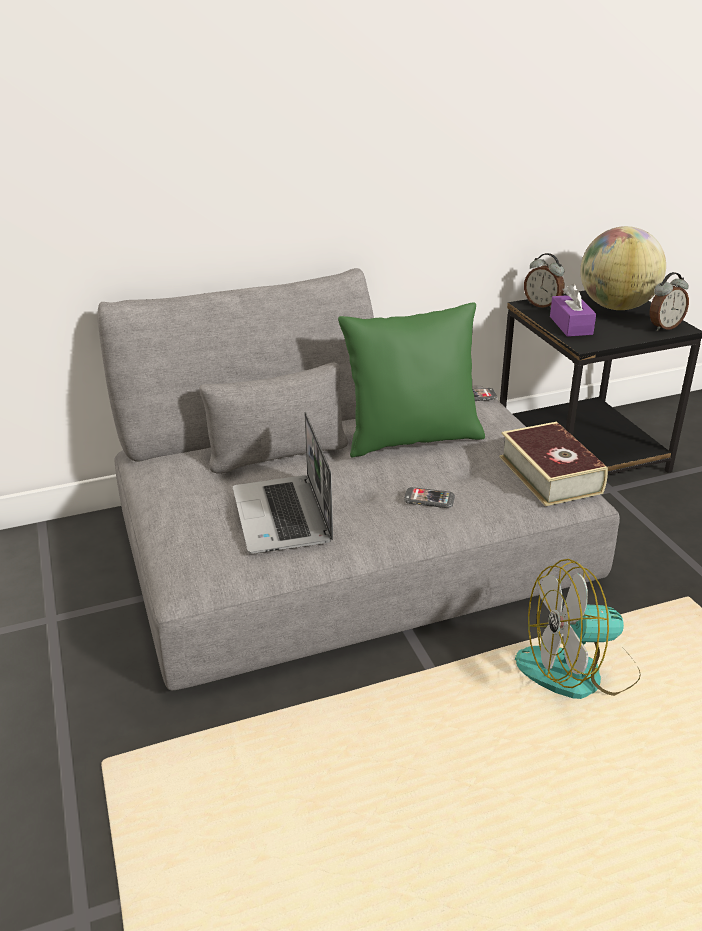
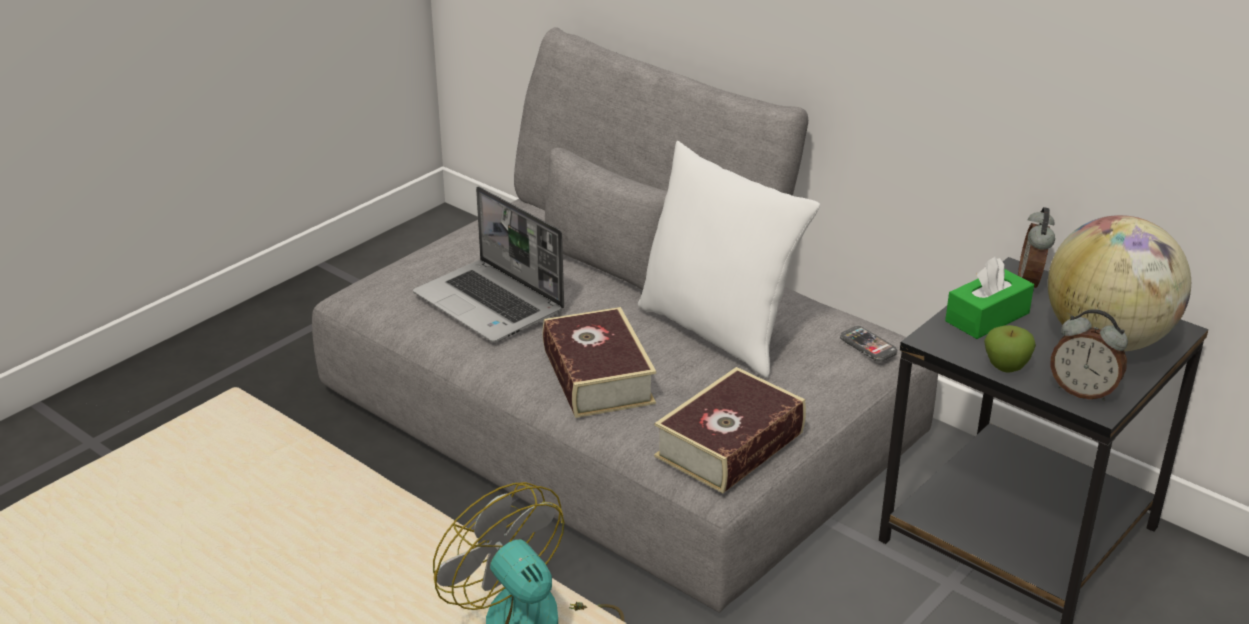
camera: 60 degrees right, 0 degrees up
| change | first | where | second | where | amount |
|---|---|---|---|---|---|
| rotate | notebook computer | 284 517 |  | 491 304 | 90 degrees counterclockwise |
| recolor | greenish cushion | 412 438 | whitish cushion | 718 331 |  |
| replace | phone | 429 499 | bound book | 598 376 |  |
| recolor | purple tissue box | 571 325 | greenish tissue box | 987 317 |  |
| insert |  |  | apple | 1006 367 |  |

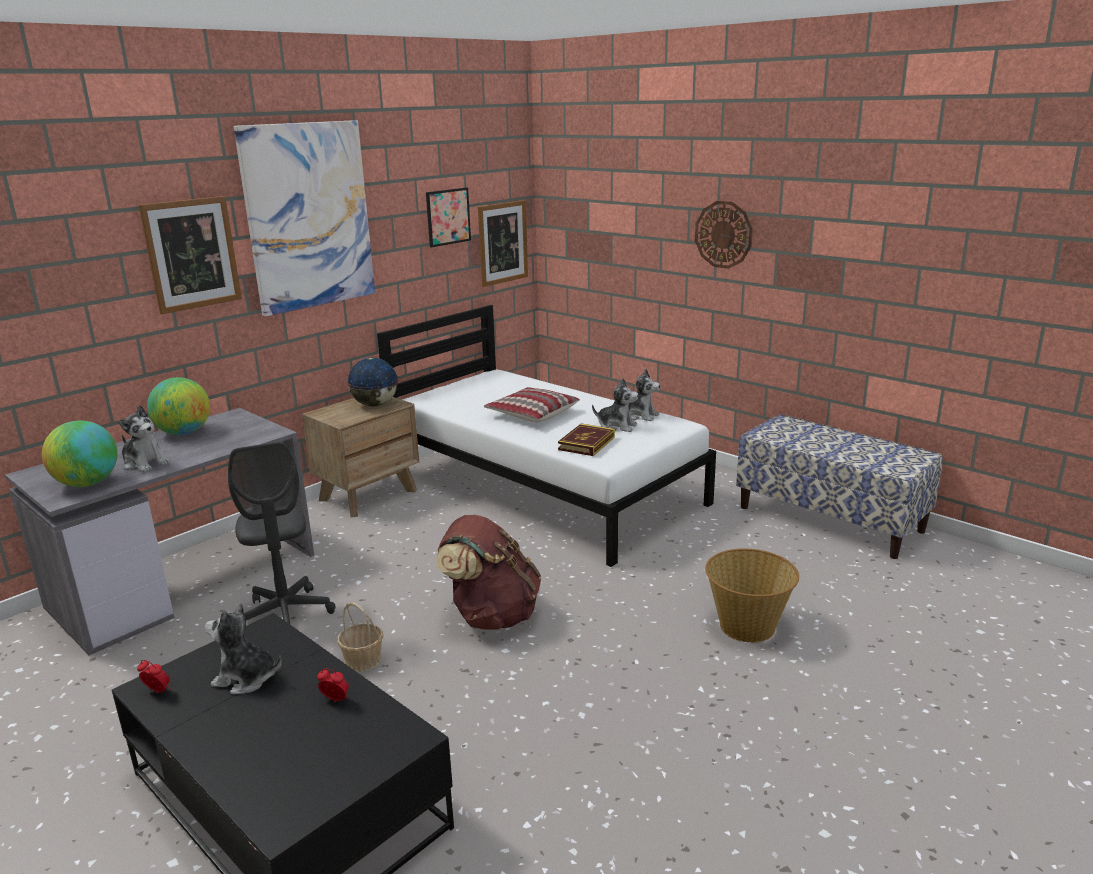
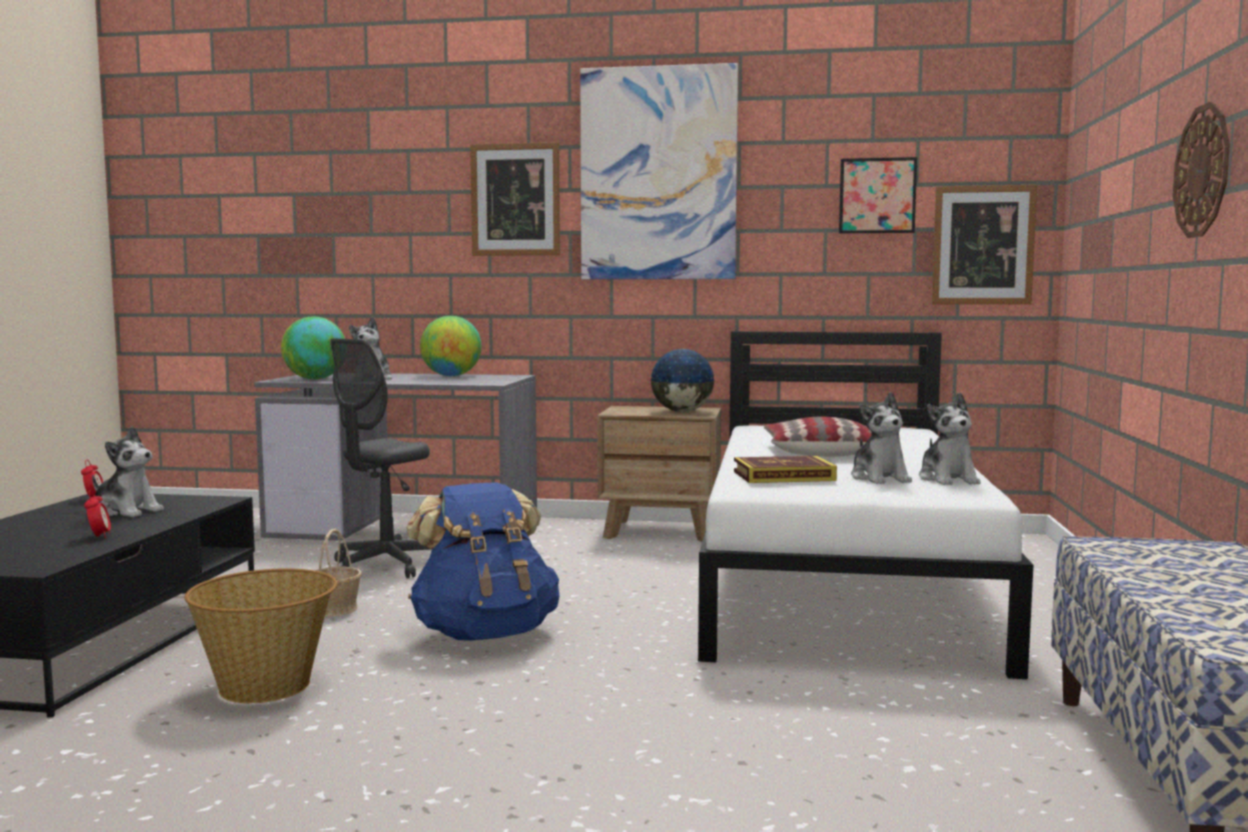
camera: 55 degrees right, 15 degrees down
| change | first | where | second | where | amount |
|---|---|---|---|---|---|
| rotate | plush toy | 246 678 |  | 127 511 | 135 degrees clockwise |
| recolor | brownish rucksack | 491 616 | blue-coloured rucksack | 485 634 |  |
| move | household basket | 747 626 |  | 267 686 |  |

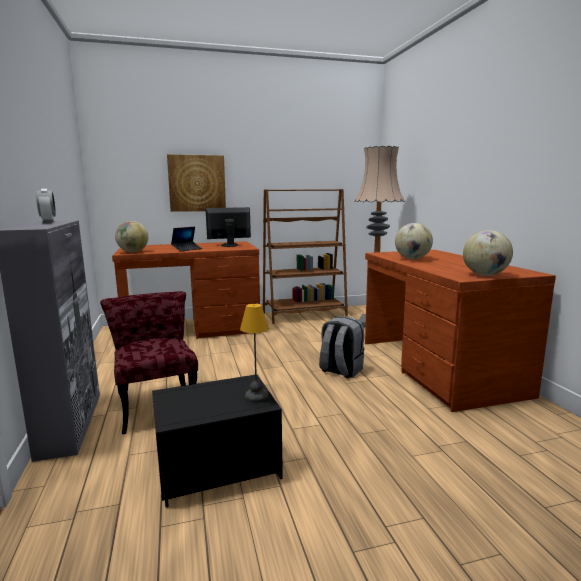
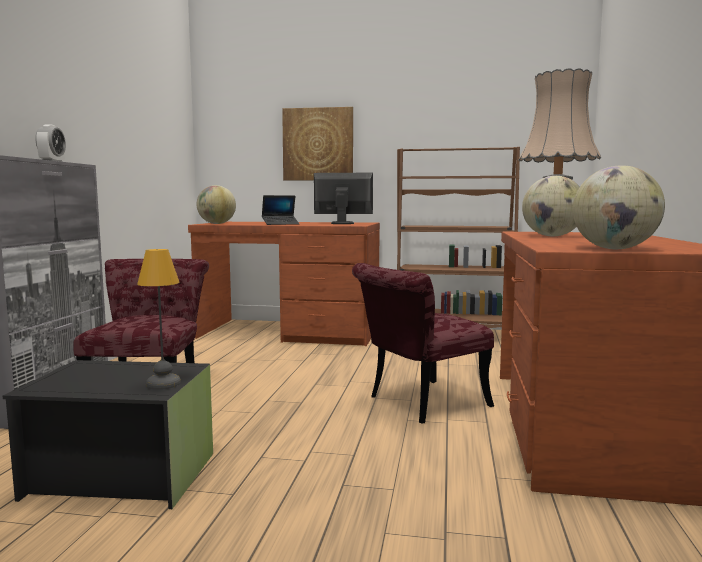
camera: 25 degrees right, 5 degrees down
| change | first | where | second | where | amount |
|---|---|---|---|---|---|
| replace | grey rucksack | 340 370 | red plain chair | 419 404 |  |

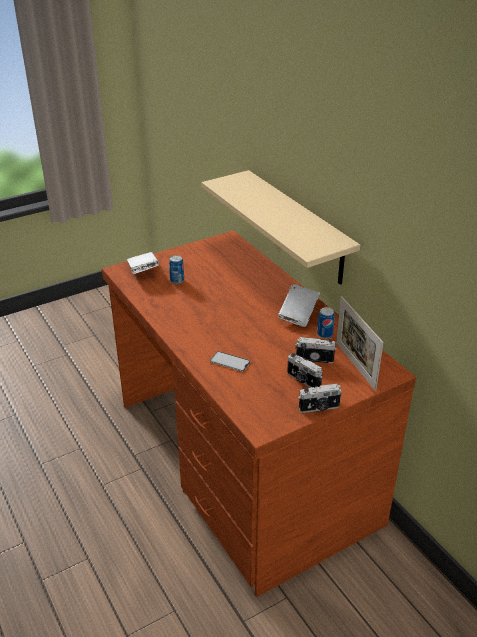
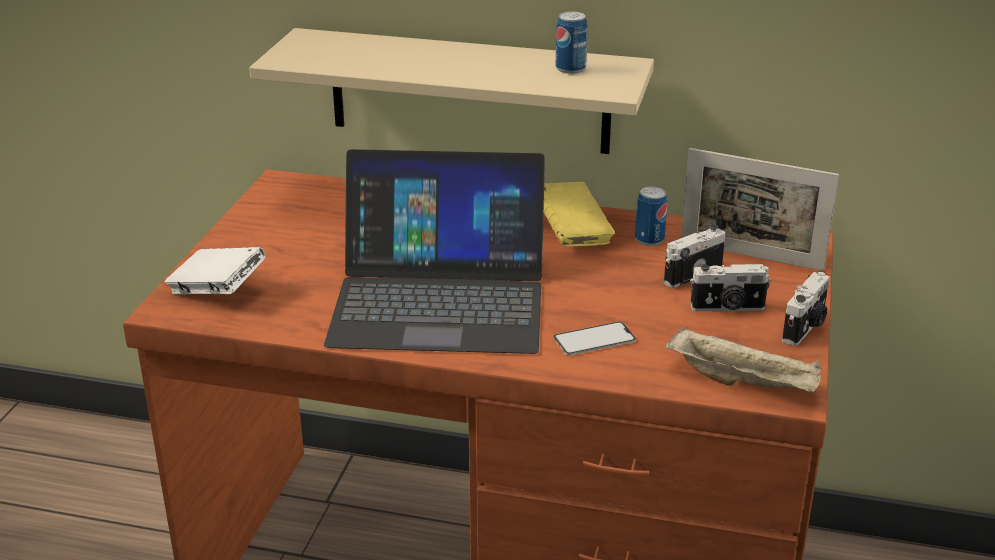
camera: 45 degrees left, 5 degrees down
| change | first | where | second | where | amount |
|---|---|---|---|---|---|
| move | can | 177 280 |  | 570 69 |  |
| recolor | whitish bound book | 298 314 | yellow-coloured bound book | 572 233 |  |
| insert |  |  | notebook computer | 440 298 |  |
| insert |  |  | beige-coloured carrying tray | 744 382 |  |

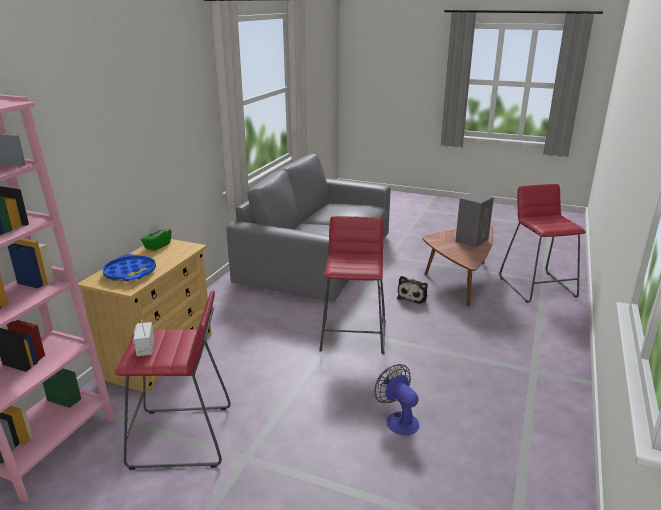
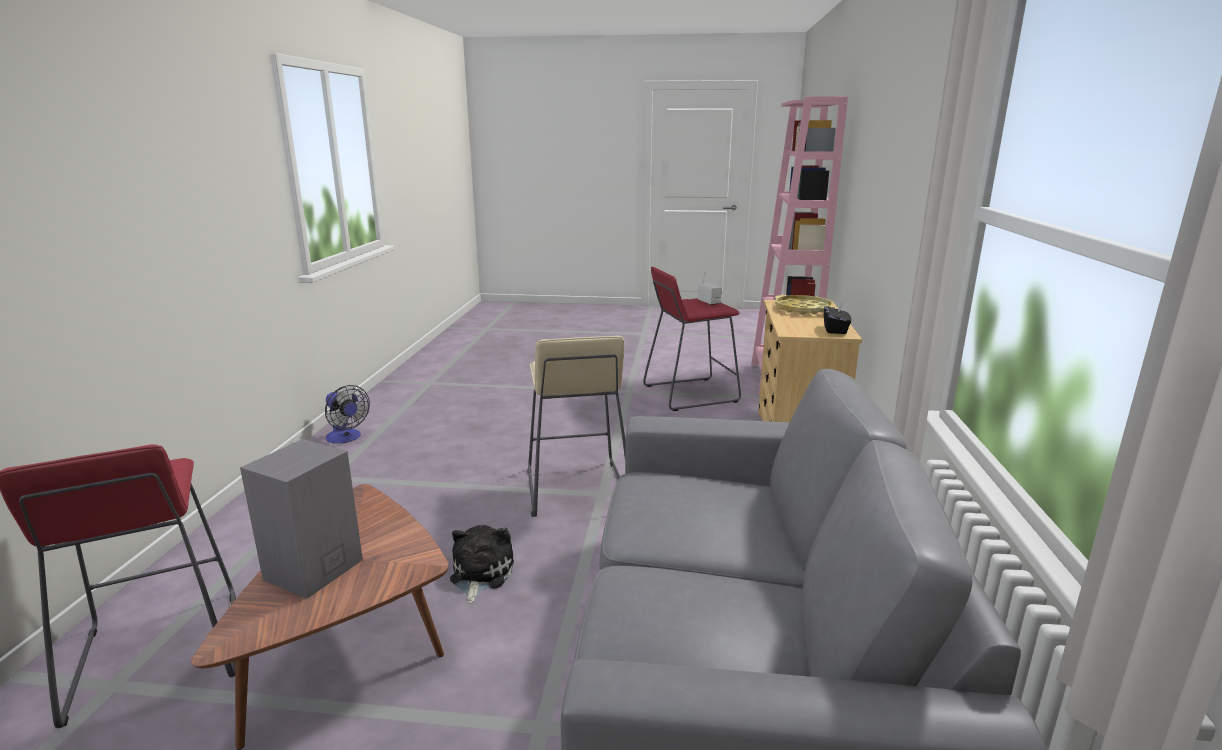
camera: 165 degrees right, 5 degrees down
| change | first | where | second | where | amount |
|---|---|---|---|---|---|
| recolor | blue-coloured carrying tray | 130 272 | yellow-coloured carrying tray | 803 309 |  |
| recolor | greenish tissue box | 157 246 | black-coloured tissue box | 835 330 |  |
| recolor | red stool | 353 334 | beige-coloured stool | 576 489 |  |
| move | fan | 398 419 |  | 346 438 |  |

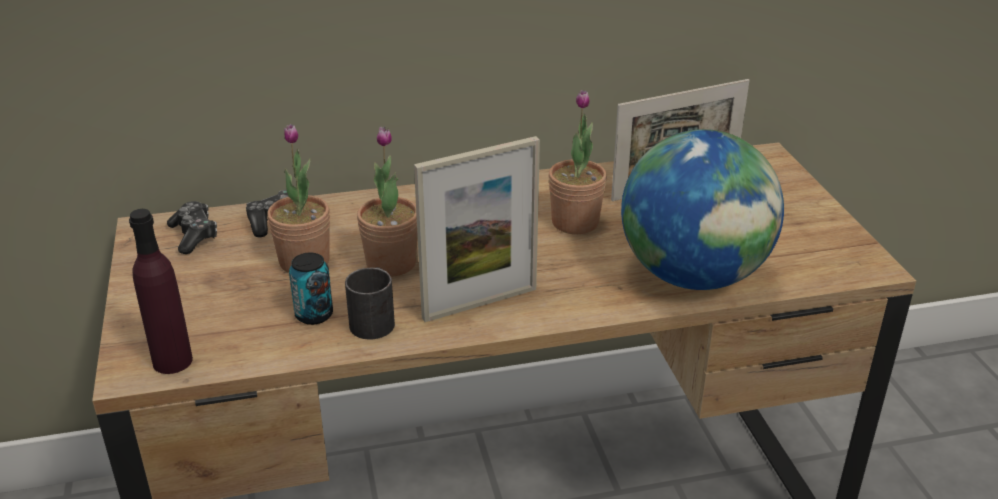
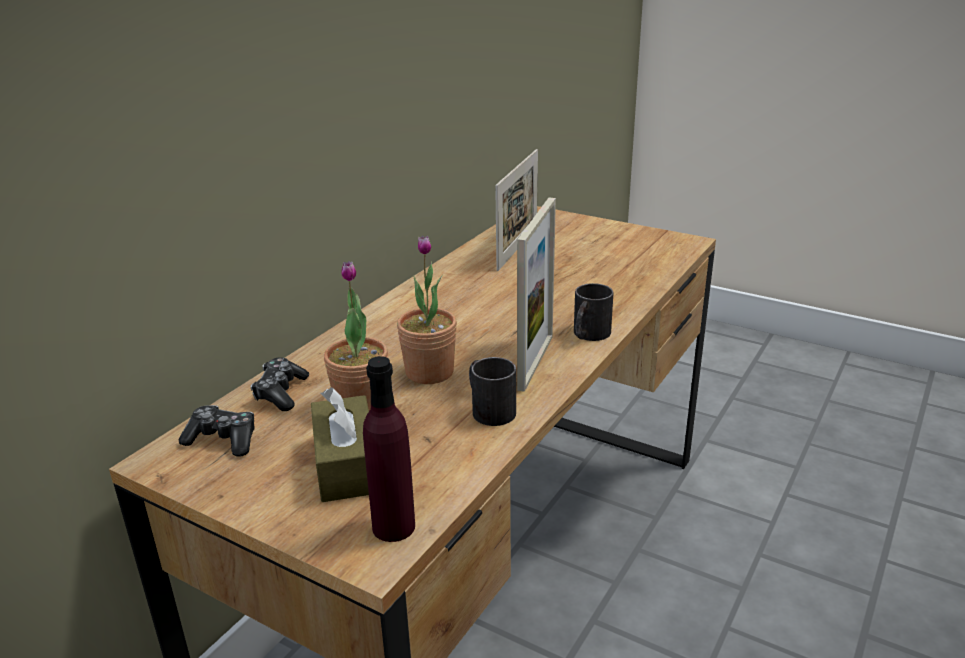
camera: 45 degrees left, 5 degrees down
| change | first | where | second | where | amount |
|---|---|---|---|---|---|
| delete | can | 314 315 |  |  |  |
| delete | houseplant | 575 222 |  |  |  |
| delete | world globe | 693 276 |  |  |  |
| insert |  |  | brownish tissue box | 346 465 |  |
| insert |  |  | black-coloured tea mug | 588 335 |  |

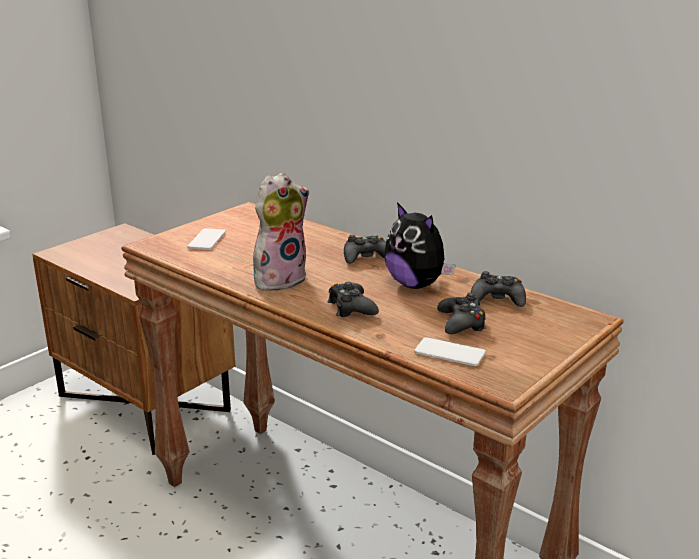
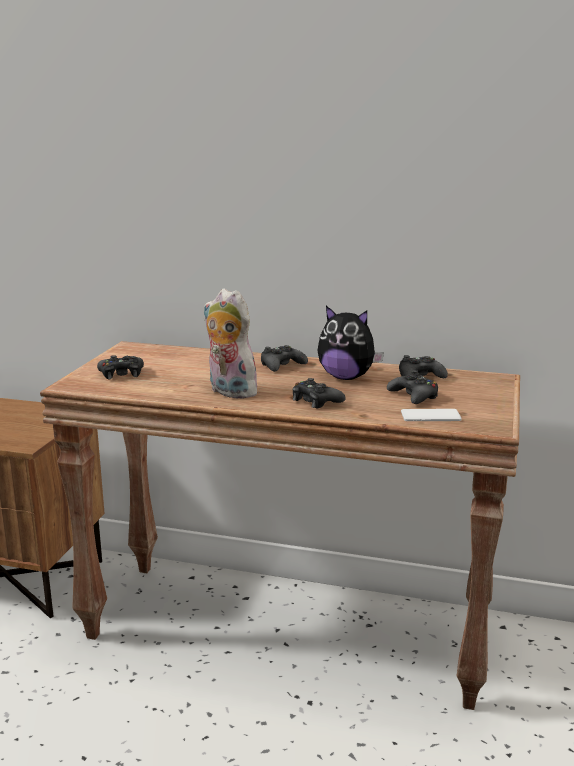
camera: 25 degrees left, 5 degrees down
| change | first | where | second | where | amount |
|---|---|---|---|---|---|
| replace | phone | 207 240 | black-coloured game controller | 121 374 |  |
| rotate | plush toy | 280 279 |  | 229 392 | 75 degrees counterclockwise |

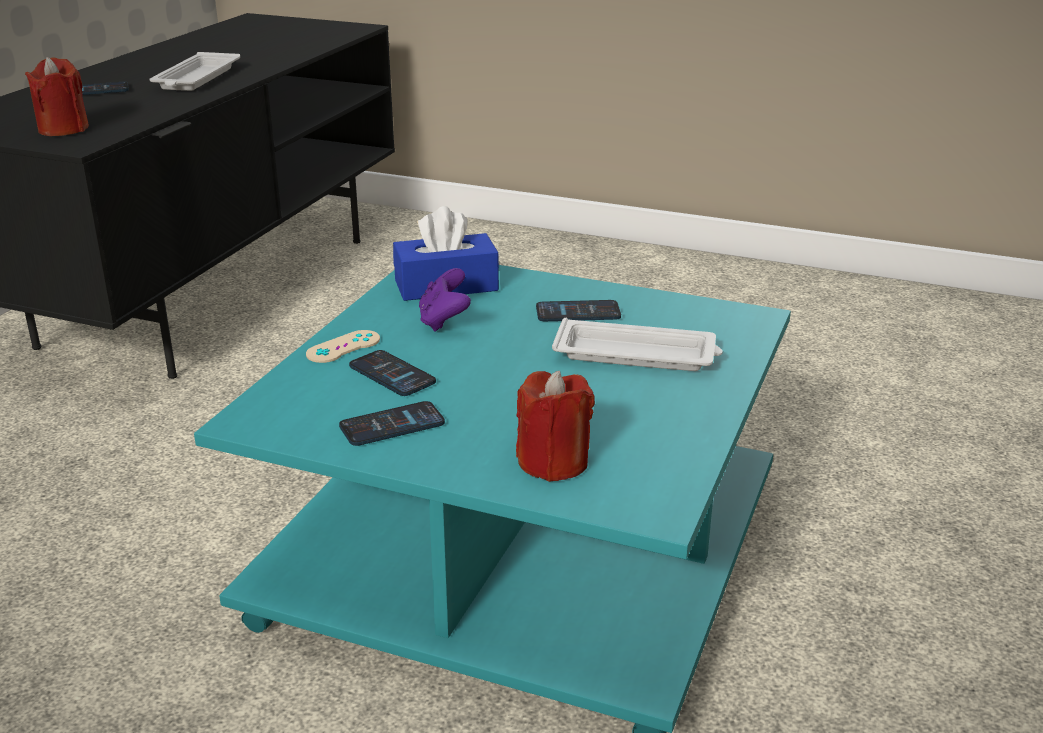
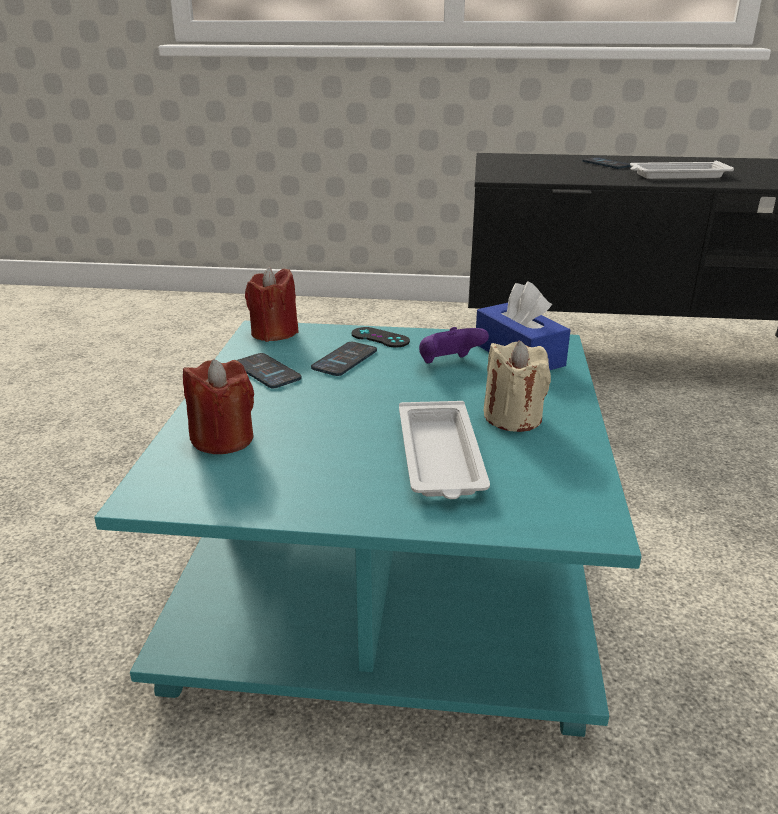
camera: 75 degrees right, 0 degrees up
| change | first | where | second | where | amount |
|---|---|---|---|---|---|
| move | red wax candle | 63 129 |  | 274 333 |  |
| recolor | beige-coloured game controller | 343 347 | black-coloured game controller | 380 338 |  |
| replace | phone | 578 312 | beige-coloured wax candle | 513 417 |  |

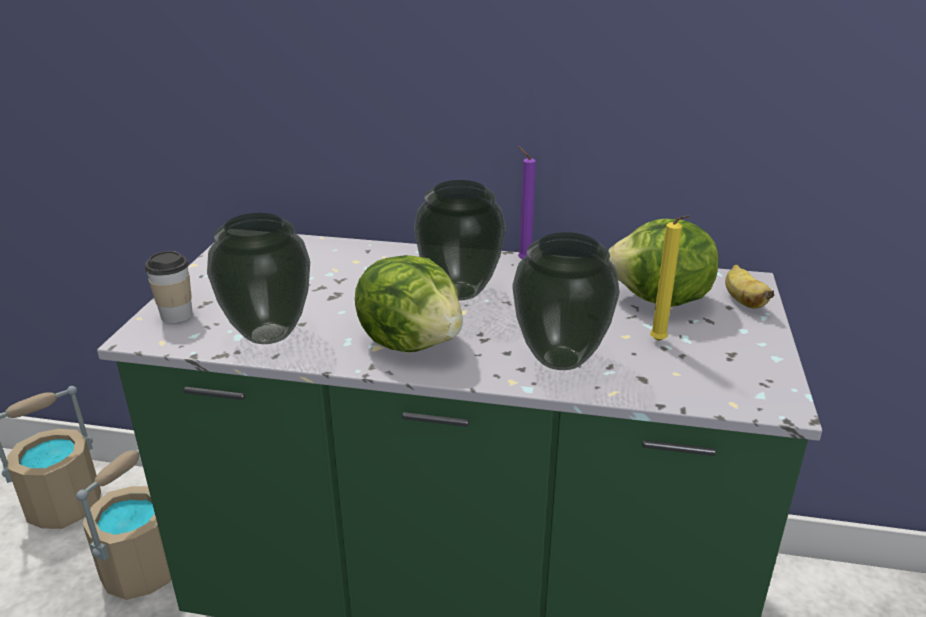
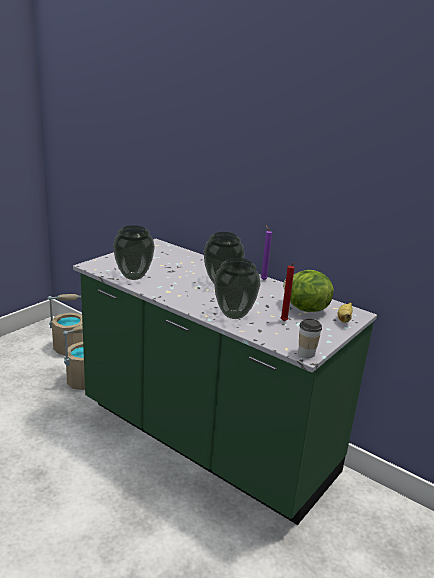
camera: 25 degrees right, 5 degrees down
| change | first | where | second | where | amount |
|---|---|---|---|---|---|
| move | drinking cup | 176 315 |  | 306 353 |  |
| delete | lettuce head | 412 342 |  |  |  |
| recolor | yellow-coloured wax candle | 660 342 | red wax candle | 284 322 |  |

